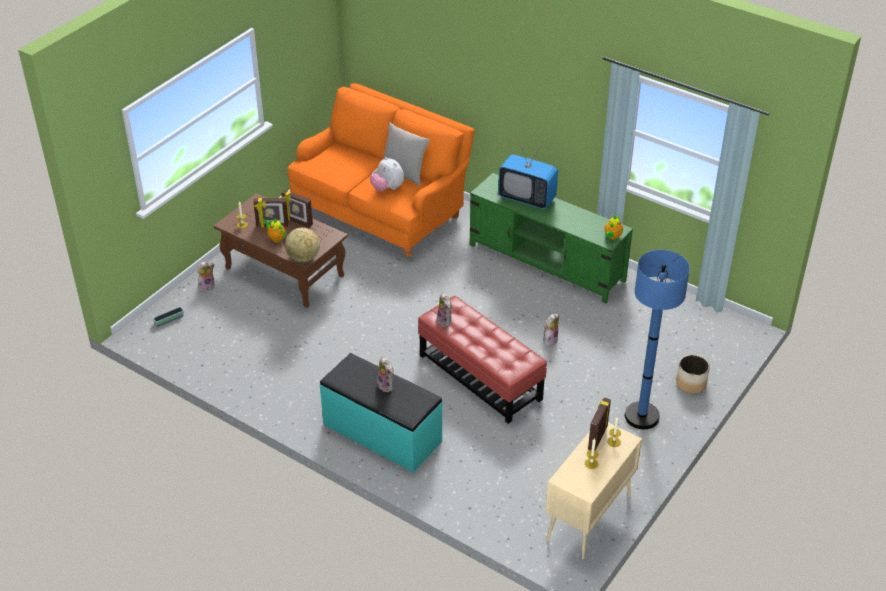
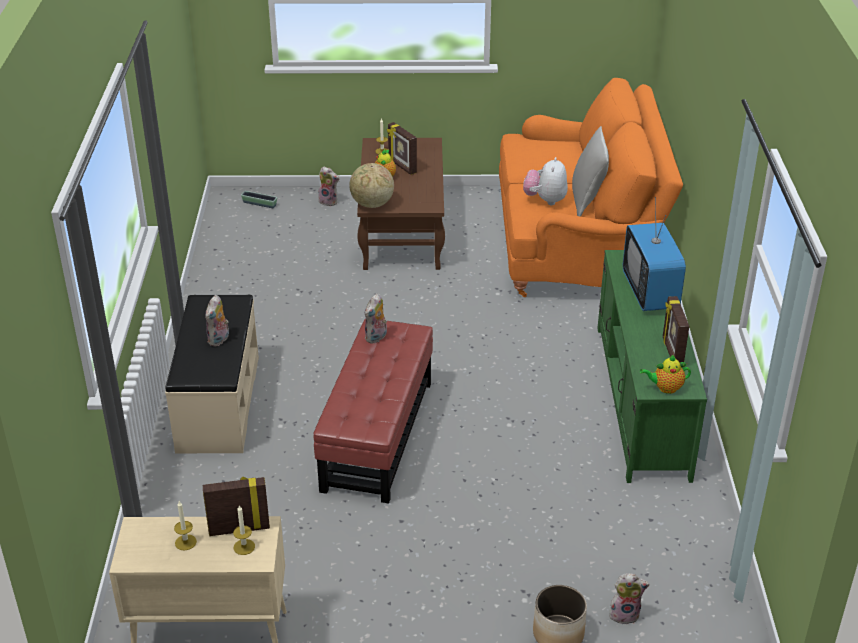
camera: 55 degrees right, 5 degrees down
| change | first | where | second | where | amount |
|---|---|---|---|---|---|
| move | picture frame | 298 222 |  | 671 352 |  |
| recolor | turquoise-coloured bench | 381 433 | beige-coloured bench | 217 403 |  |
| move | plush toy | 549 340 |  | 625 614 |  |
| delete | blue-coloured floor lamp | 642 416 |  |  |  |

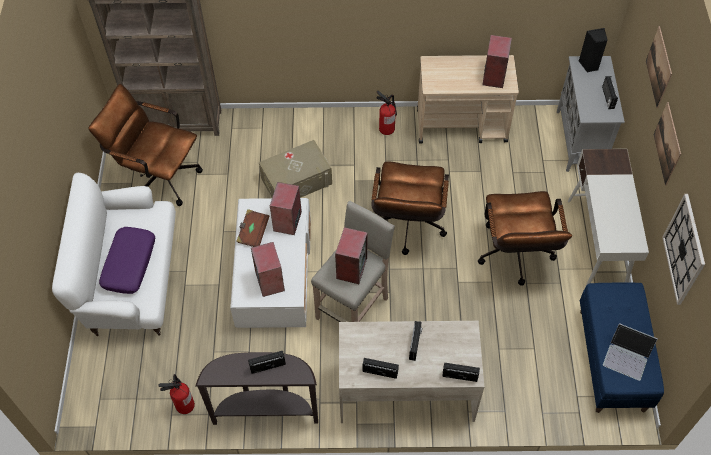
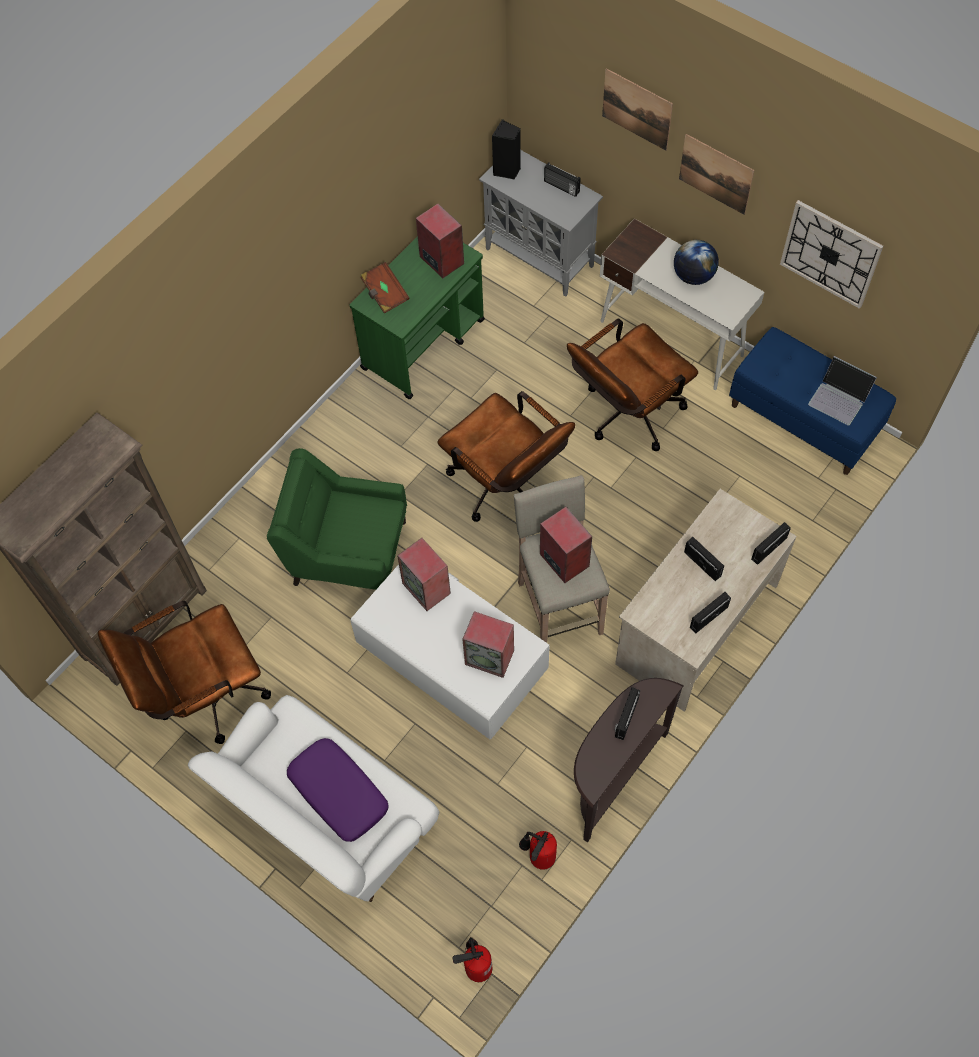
camera: 50 degrees left, 5 degrees up
| change | first | where | second | where | amount |
|---|---|---|---|---|---|
| move | brownish bound book | 253 232 |  | 384 294 |  |
| replace | beige-coloured storage container | 296 181 | greenish easy chair | 347 552 |  |
| move | fire-fighting cylinder | 387 128 |  | 476 965 |  |
| recolor | beige-coloured cart | 462 125 | greenish cart | 424 344 |  |
| rotate | brownish desk chair | 515 257 |  | 626 416 | 105 degrees clockwise |
| rotate | notebook computer | 627 357 |  | 839 398 | 60 degrees clockwise |
| insert |  |  | world globe | 693 276 |  |

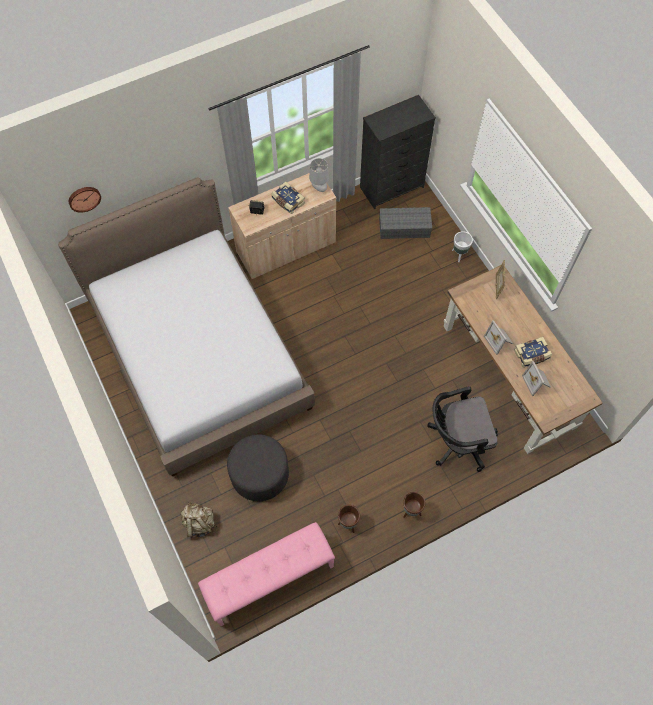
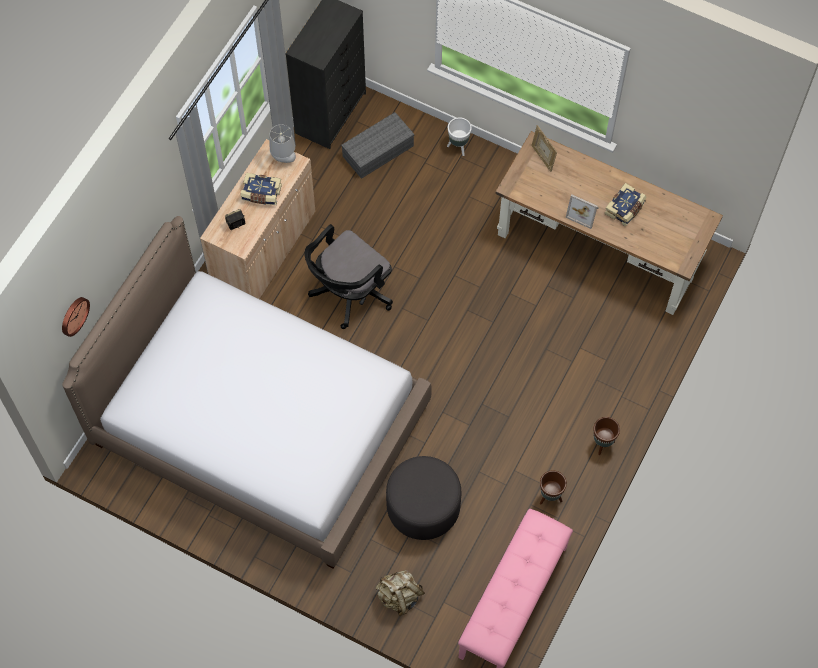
camera: 35 degrees left, 0 degrees up
| change | first | where | second | where | amount |
|---|---|---|---|---|---|
| move | black-coloured desk chair | 457 441 |  | 348 294 |  |
| delete | picture frame | 537 382 |  |  |  |

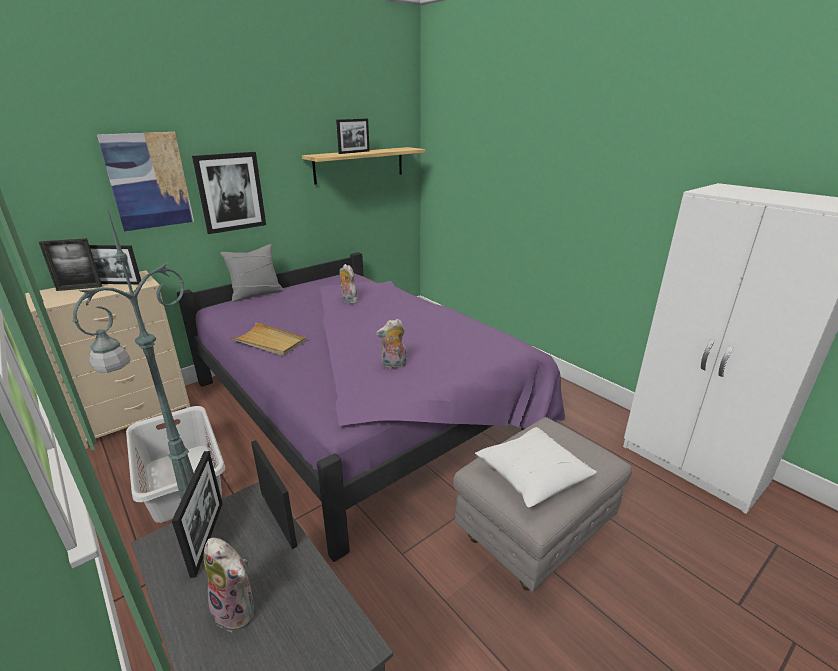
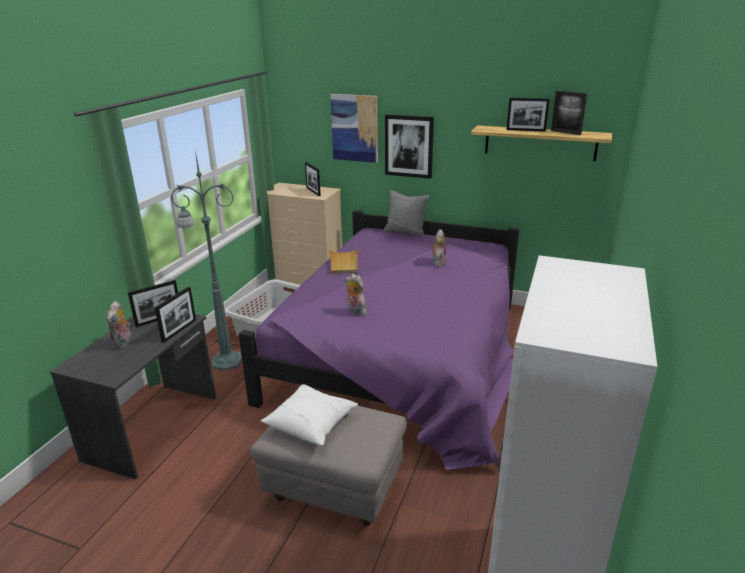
camera: 60 degrees right, 0 degrees up
| change | first | where | second | where | amount |
|---|---|---|---|---|---|
| move | picture frame | 79 288 |  | 565 132 |  |

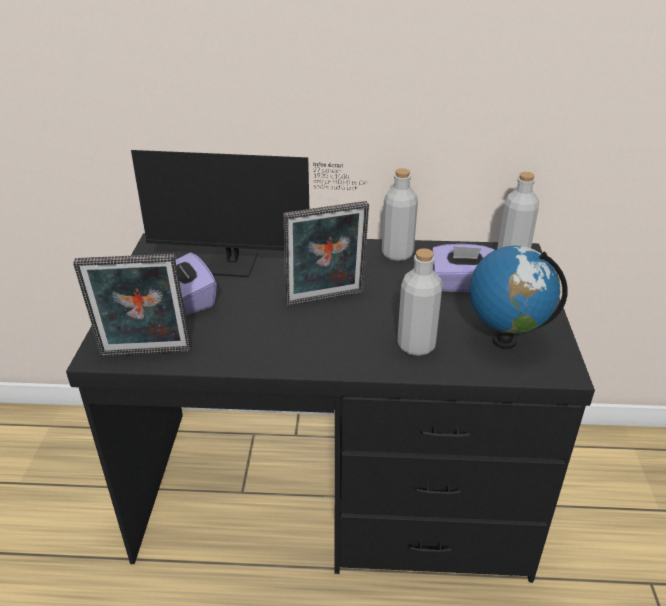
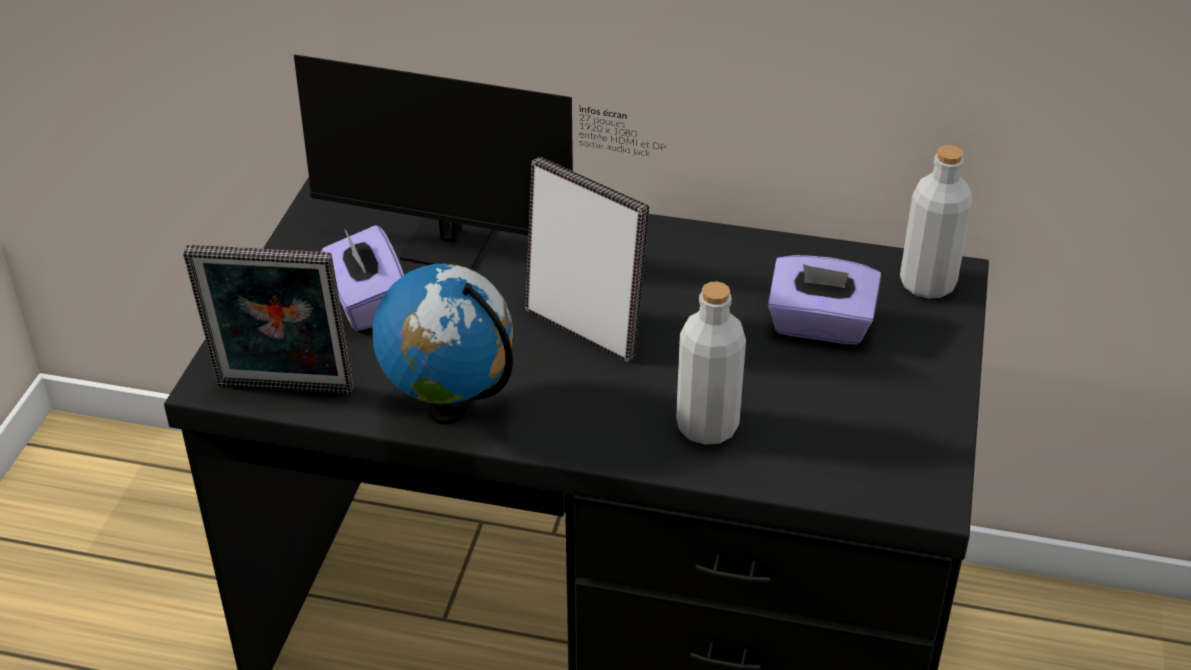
camera: 10 degrees right, 5 degrees up
| change | first | where | second | where | amount |
|---|---|---|---|---|---|
| rotate | picture frame | 326 300 |  | 584 329 | 135 degrees counterclockwise |
| delete | grey drink bottle | 397 254 |  |  |  |
| move | world globe | 504 340 |  | 449 409 |  |

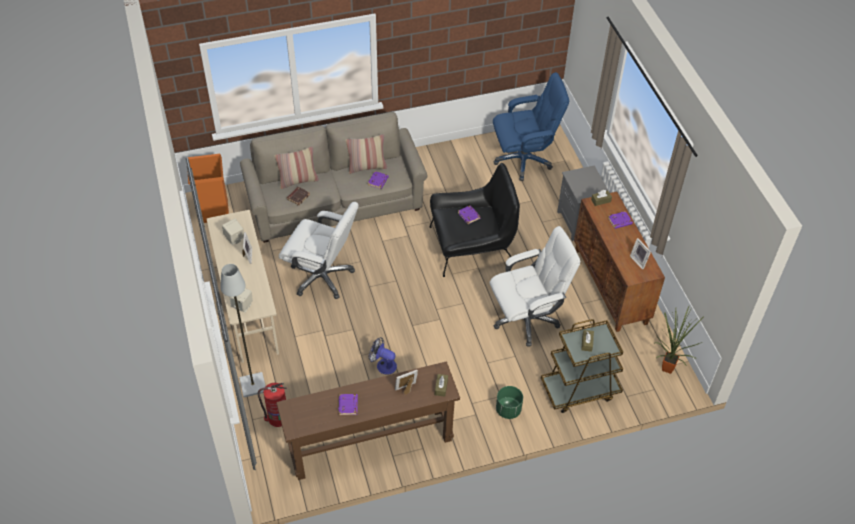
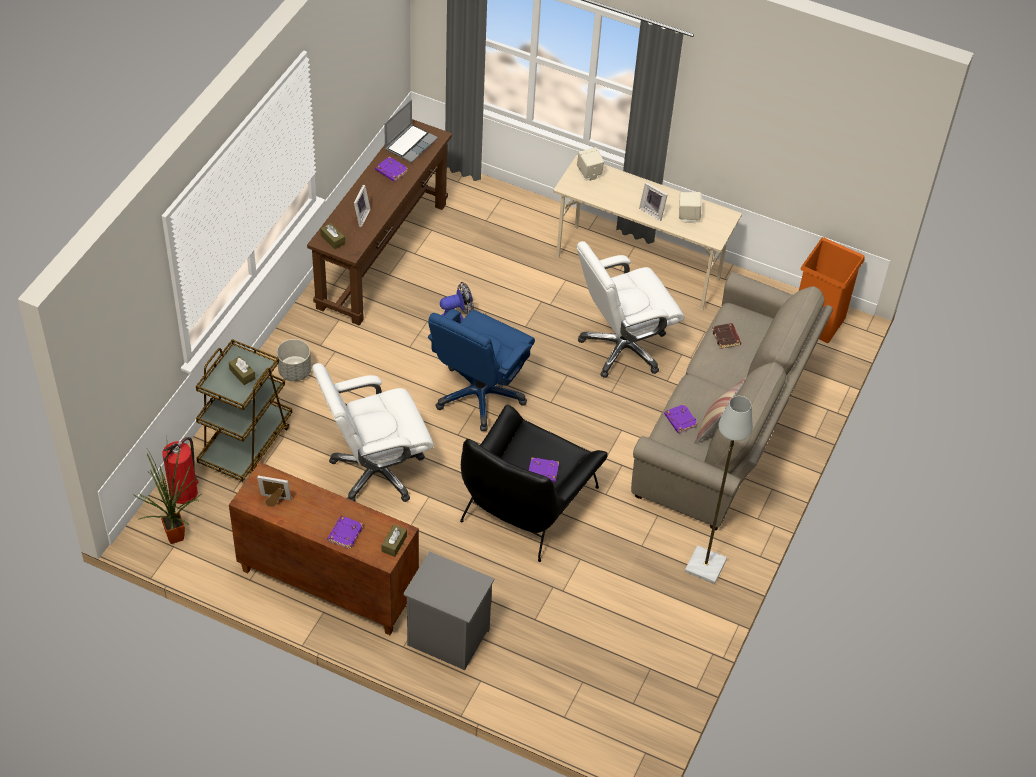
camera: 130 degrees right, 0 degrees up
| change | first | where | second | where | amount |
|---|---|---|---|---|---|
| move | grey floor lamp | 253 384 |  | 706 566 |  |
| move | fire-fighting cylinder | 277 418 |  | 184 492 |  |
| delete | cushion | 298 180 |  |  |  |
| rotate | whitish desk chair | 527 318 |  | 376 471 | 45 degrees clockwise |
| move | blue-coloured desk chair | 524 159 |  | 479 396 |  |
| recolor | greenish flower pot | 508 410 | grey flower pot | 294 371 |  |
| insert |  |  | notebook computer | 410 144 |  |

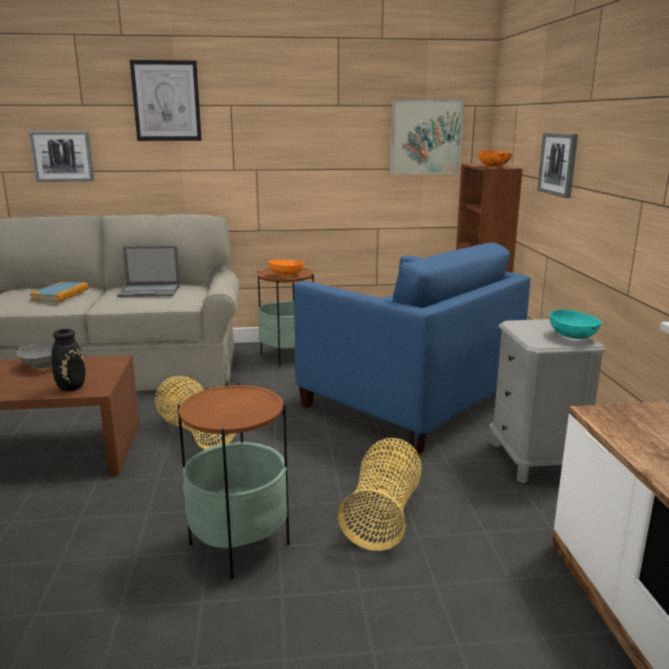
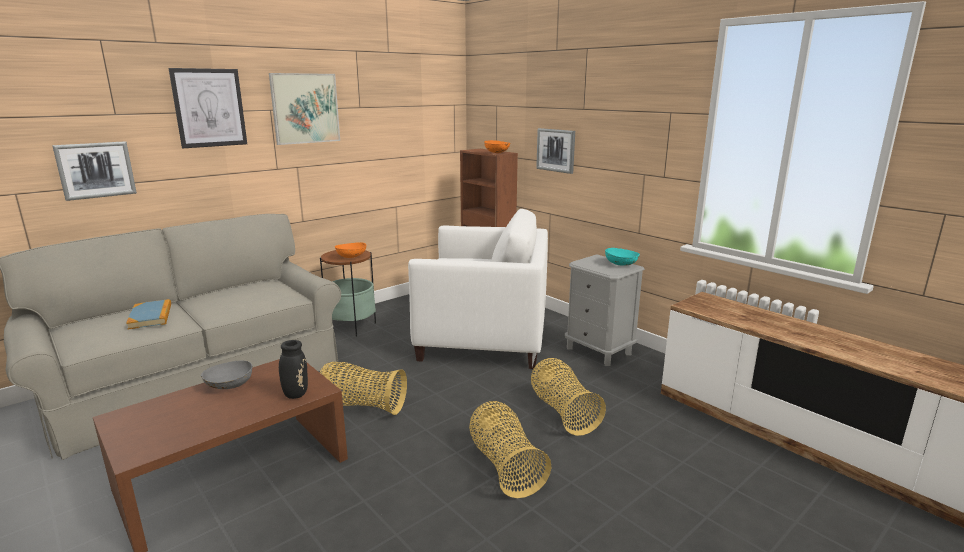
camera: 35 degrees left, 0 degrees up
| change | first | where | second | where | amount |
|---|---|---|---|---|---|
| delete | notebook computer | 150 291 |  |  |  |
| replace | side table | 239 544 | household basket | 505 465 |  |
| recolor | blue-coloured easy chair | 408 400 | whitish easy chair | 483 335 |  |
| move | picture | 425 137 |  | 305 108 |  |

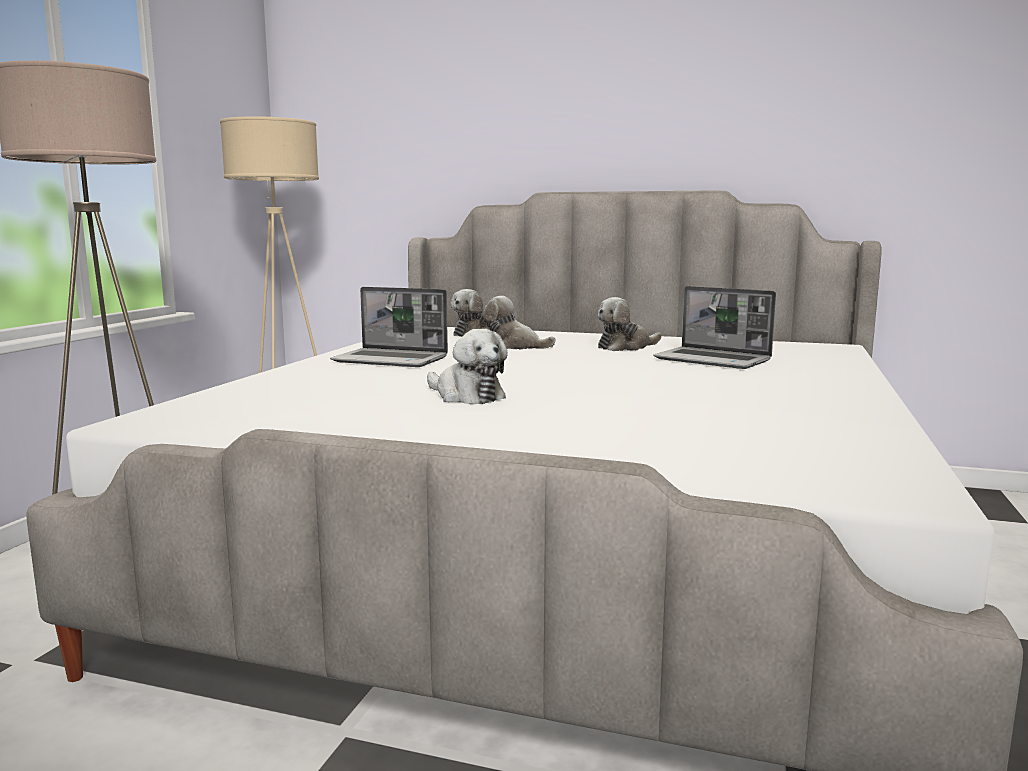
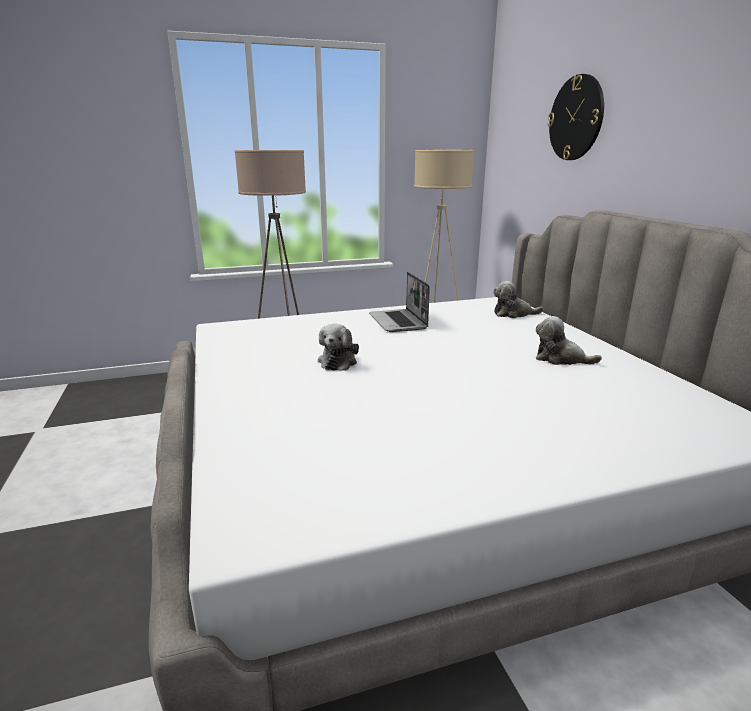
camera: 55 degrees right, 10 degrees up
| change | first | where | second | where | amount |
|---|---|---|---|---|---|
| delete | plush toy | 513 346 |  |  |  |
| delete | notebook computer | 714 360 |  |  |  |
| insert |  |  | wall clock | 576 118 |  |

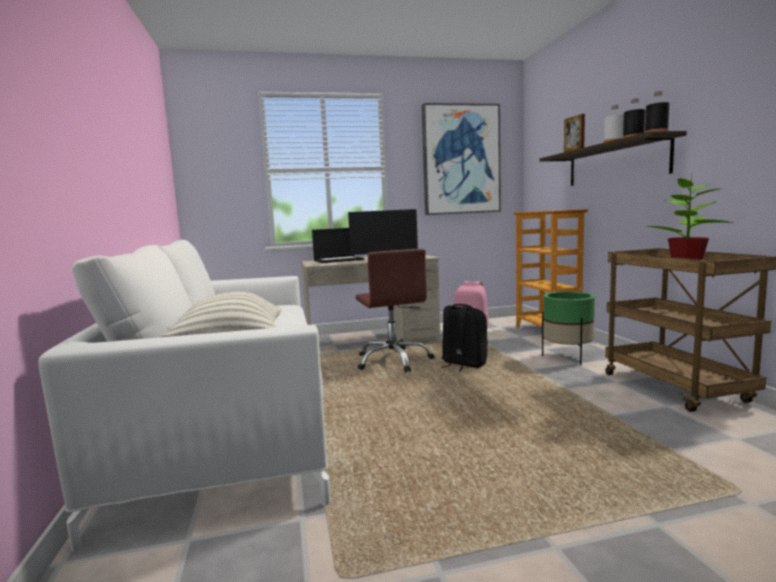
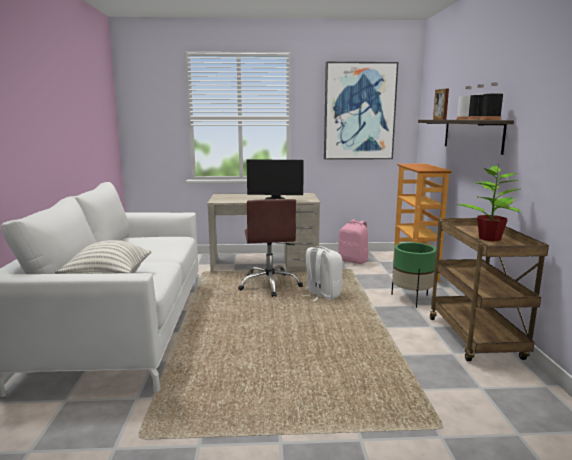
camera: 10 degrees right, 5 degrees up
| change | first | where | second | where | amount |
|---|---|---|---|---|---|
| delete | notebook computer | 339 260 |  |  |  |
| recolor | black-coloured rucksack | 463 364 | whitish rucksack | 321 295 |  |

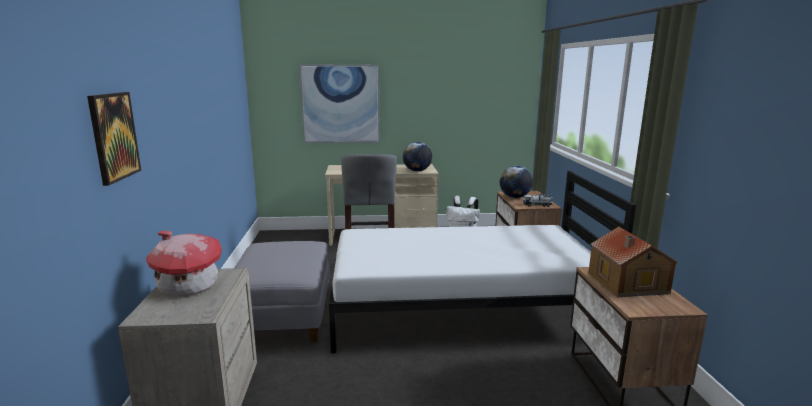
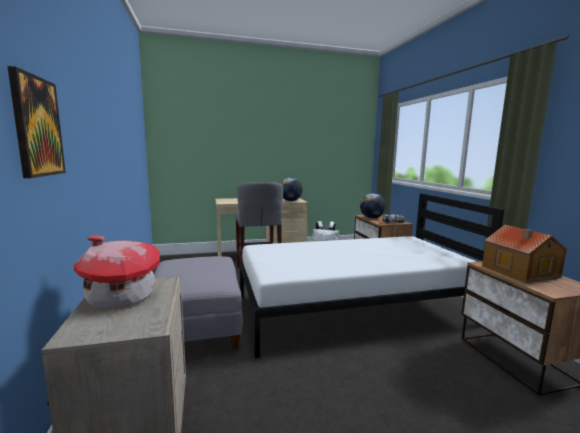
camera: 10 degrees left, 5 degrees down
| change | first | where | second | where | amount |
|---|---|---|---|---|---|
| delete | picture | 340 104 |  |  |  |

